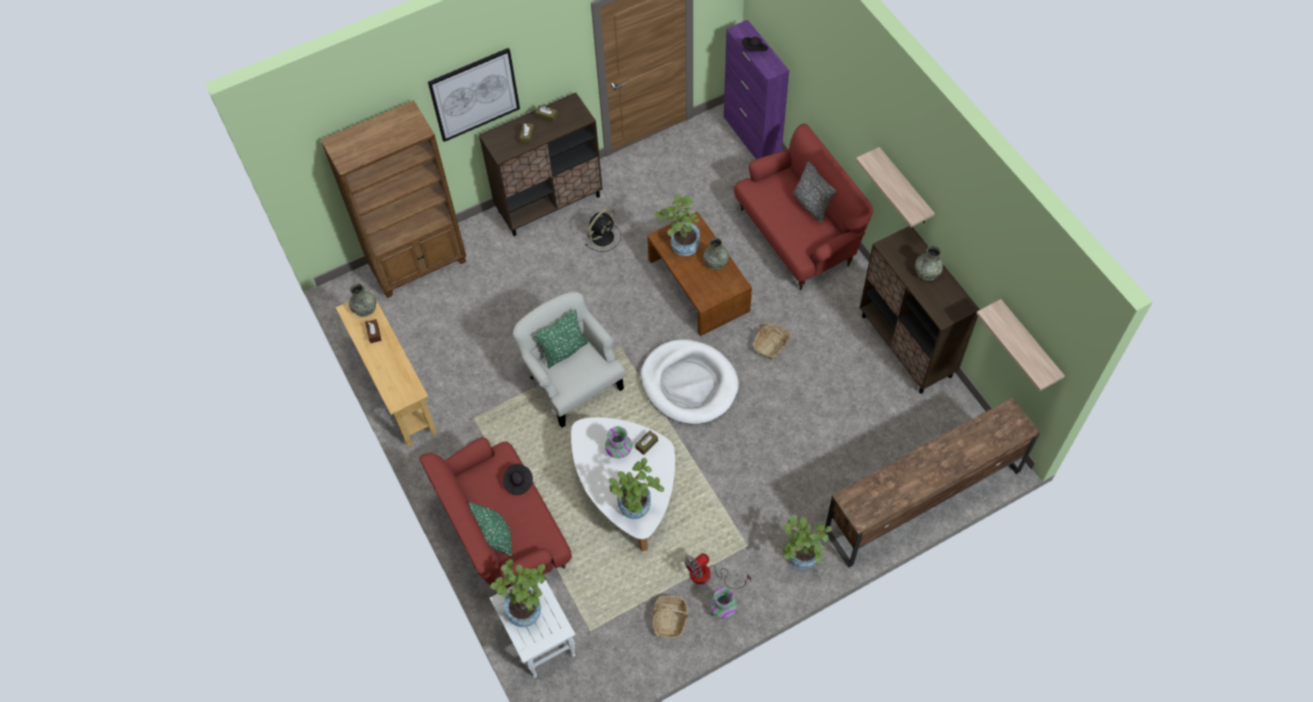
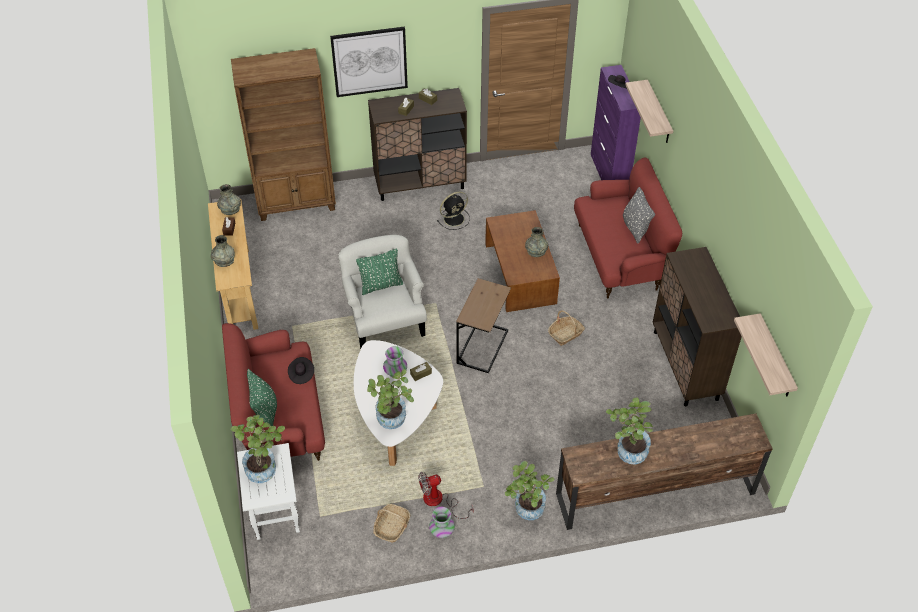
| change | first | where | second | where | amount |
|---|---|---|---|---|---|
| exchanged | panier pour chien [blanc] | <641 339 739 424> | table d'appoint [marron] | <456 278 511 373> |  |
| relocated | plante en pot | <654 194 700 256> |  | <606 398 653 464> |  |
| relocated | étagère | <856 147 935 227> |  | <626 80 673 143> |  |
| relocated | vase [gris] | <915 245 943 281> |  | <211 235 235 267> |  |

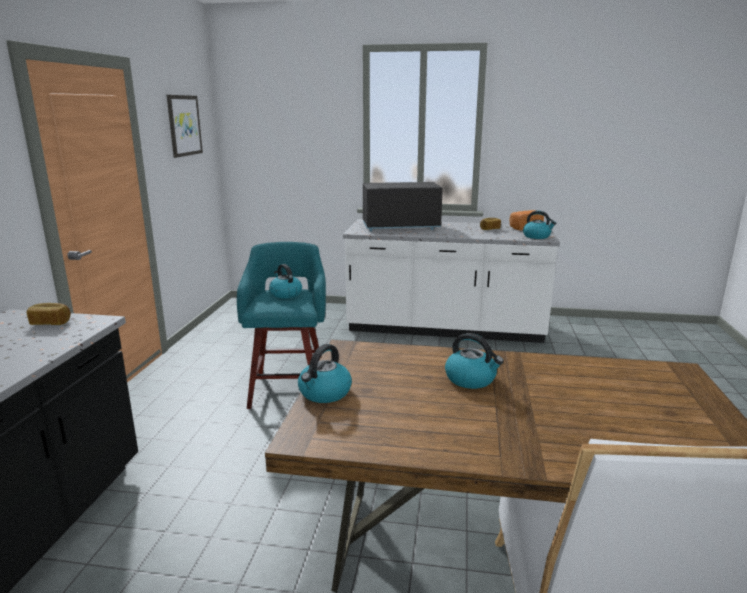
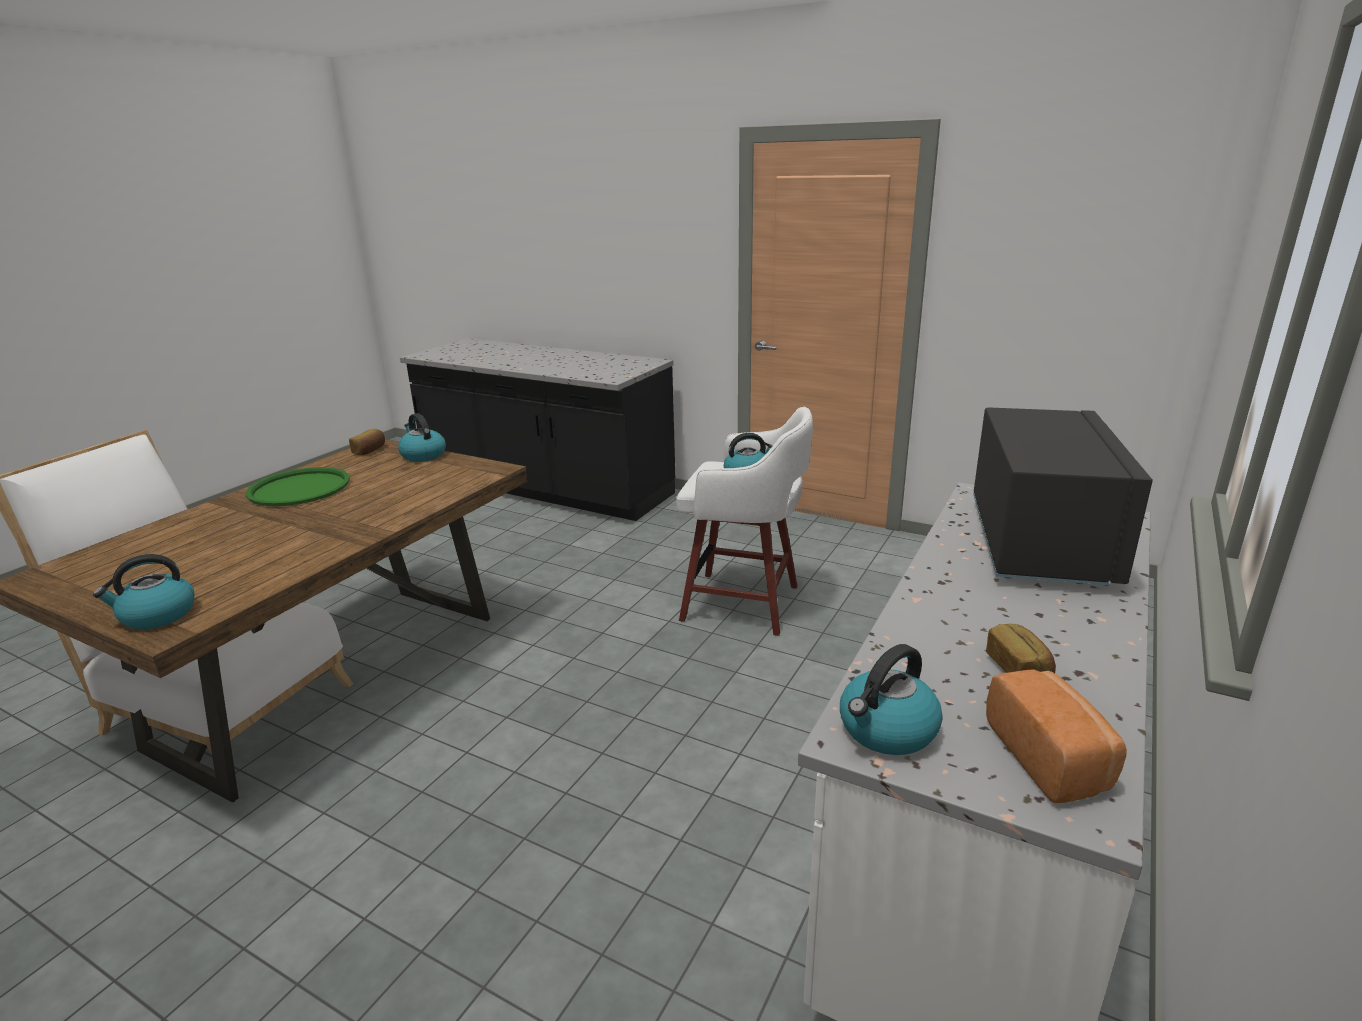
| change | first | where | second | where | amount |
|---|---|---|---|---|---|
| relocated | pain | <27 303 71 325> |  | <349 429 385 455> |  |
| missing | tableau | <167 95 203 158> |  |  |  |
| colour | tabouret [turquoise] | <237 242 326 409> | tabouret [blanc] | <676 407 813 636> |  |
| relocated | bouilloire | <445 333 504 389> |  | <93 554 195 629> |  |
| appeared |  |  | plateau [vert] | <246 467 350 506> |  |

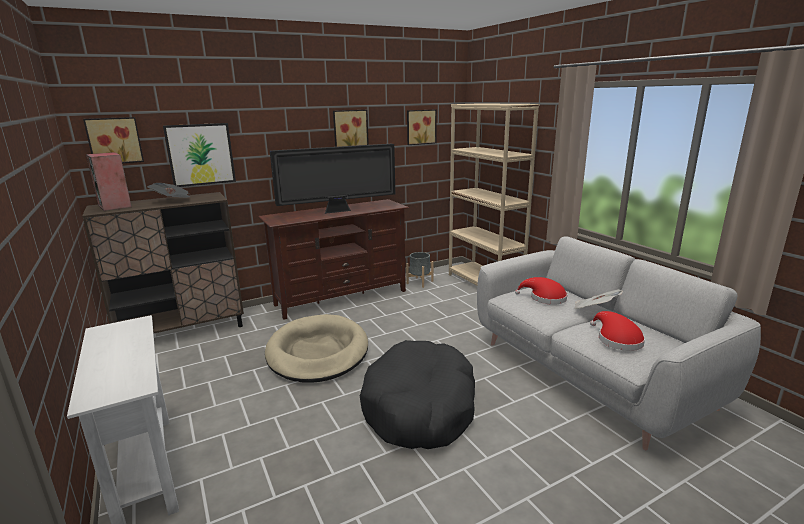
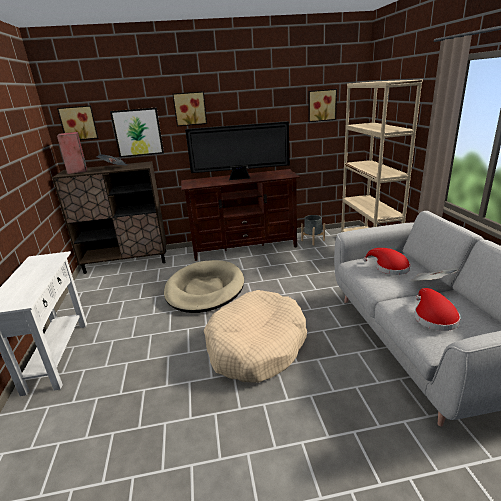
| change | first | where | second | where | amount |
|---|---|---|---|---|---|
| relocated | tableau | <333 110 369 147> |  | <173 91 207 126> |  |
| colour | panier pour chien [noir] | <360 340 475 449> | panier pour chien [beige] | <204 290 307 383> |  |

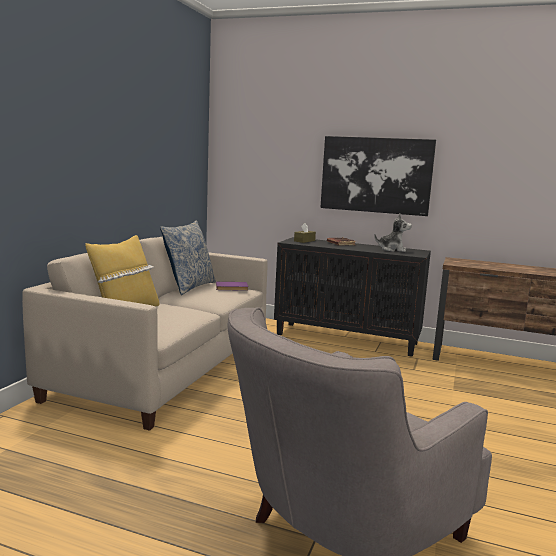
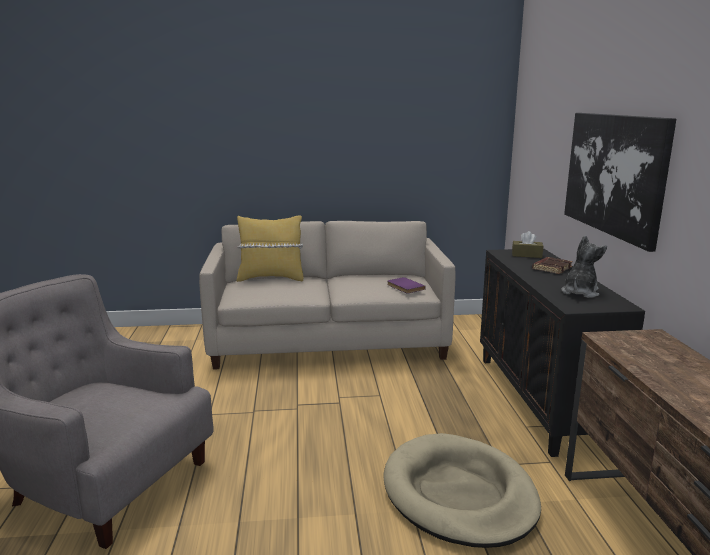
| change | first | where | second | where | amount |
|---|---|---|---|---|---|
| missing | coussin | <160 220 216 295> |  |  |  |
| spun | peluche | <374 214 412 252> |  | <561 235 607 298> | 135 degrees counterclockwise |
| appeared |  |  | panier pour chien [beige] | <384 433 541 548> |  |

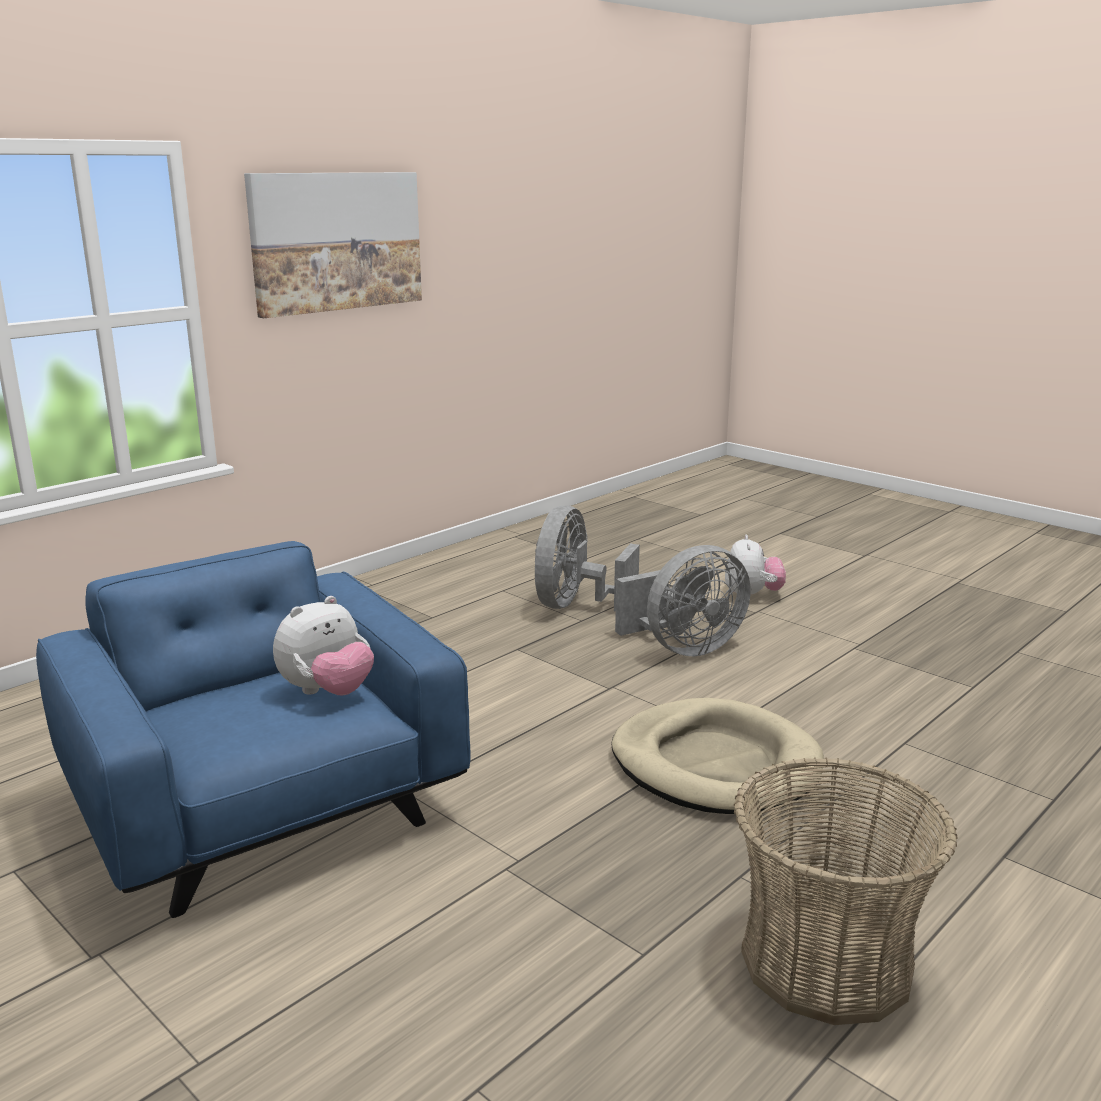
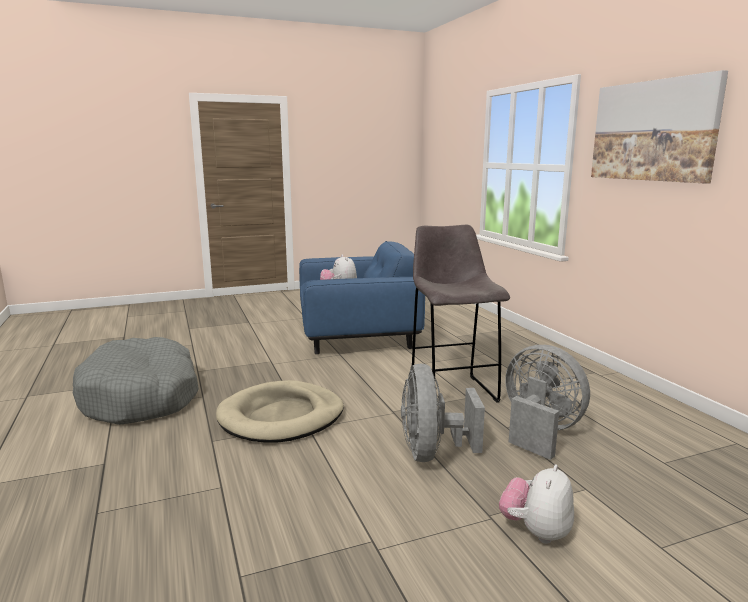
| change | first | where | second | where | amount |
|---|---|---|---|---|---|
| spun | peluche | <725 535 786 594> |  | <499 464 574 544> | 90 degrees clockwise |
| exchanged | panier | <734 757 958 1025> | panier pour chien [gris] | <73 337 199 425> |  |
| appeared |  |  | tabouret [gris] | <412 225 510 403> |  |

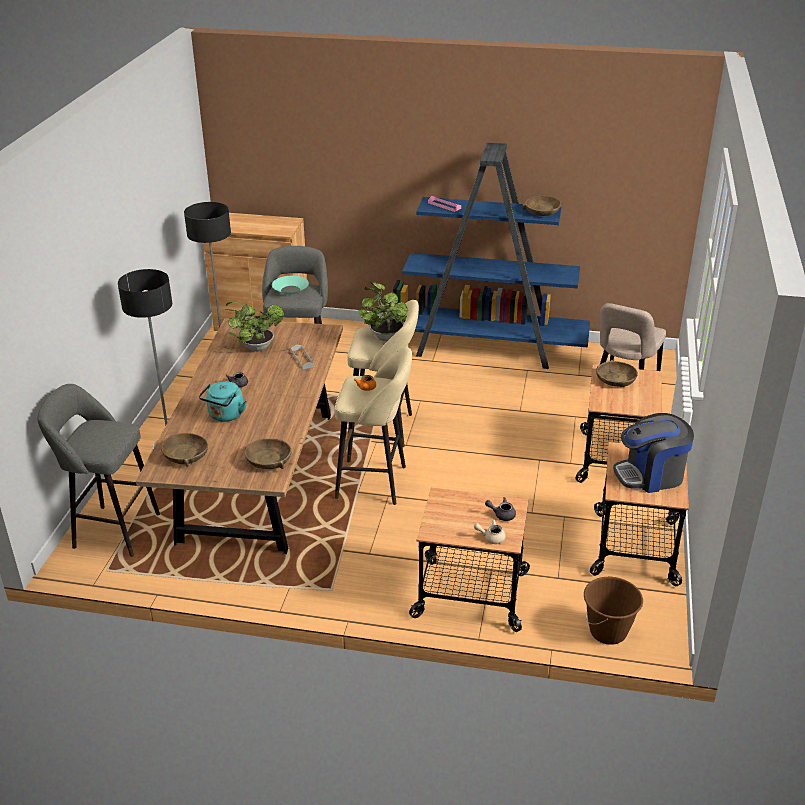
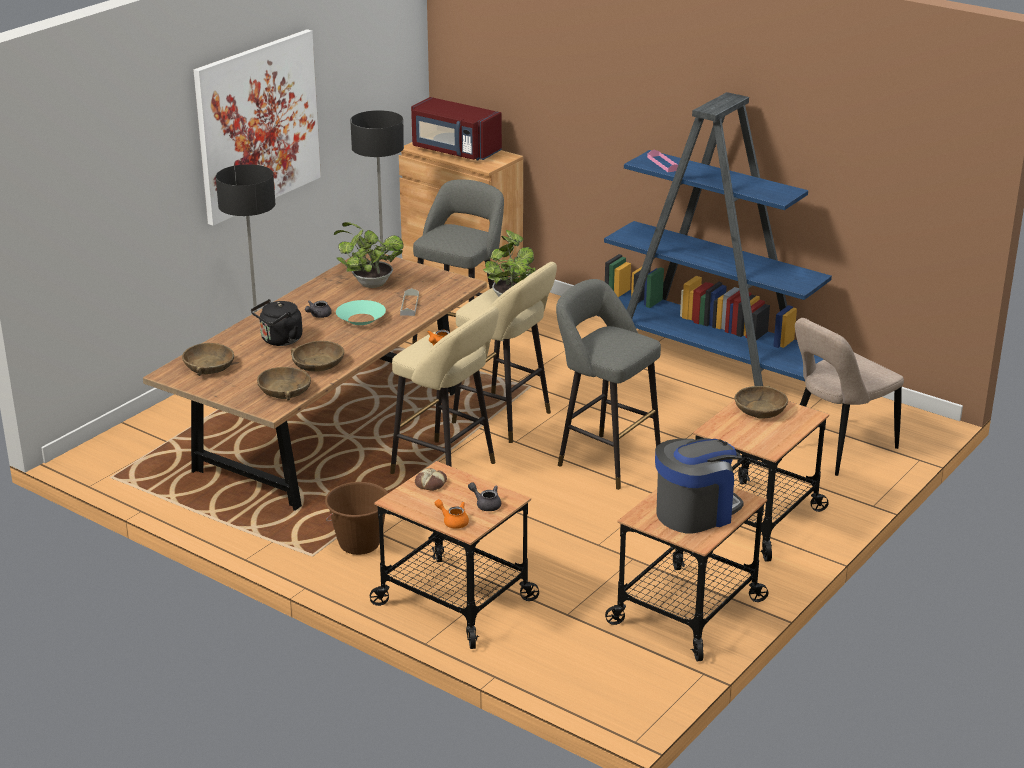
| change | first | where | second | where | amount |
|---|---|---|---|---|---|
| relocated | tabouret [gris] | <37 384 160 557> |  | <556 279 661 490> |  |
| colour | bouilloire [turquoise] | <199 381 247 422> | bouilloire [noir] | <251 299 302 346> |  |
| relocated | bol [turquoise] | <272 276 309 295> |  | <336 300 386 325> |  |
| colour | théière [beige] | <474 519 506 544> | théière [orange] | <435 499 469 529> |  |
| relocated | bol [marron] | <522 196 561 216> |  | <291 341 344 372> |  |
| relocated | seau [marron] | <584 577 643 645> |  | <325 482 388 555> |  |
| spun | machine à café | <613 413 694 493> |  | <655 438 744 534> | 135 degrees clockwise |
| appeared |  |  | tableau | <193 29 321 226> |  |
| appeared |  |  | micro-ondes [rouge] | <411 97 502 160> |  |
| appeared |  |  | pain | <415 468 447 491> |  |

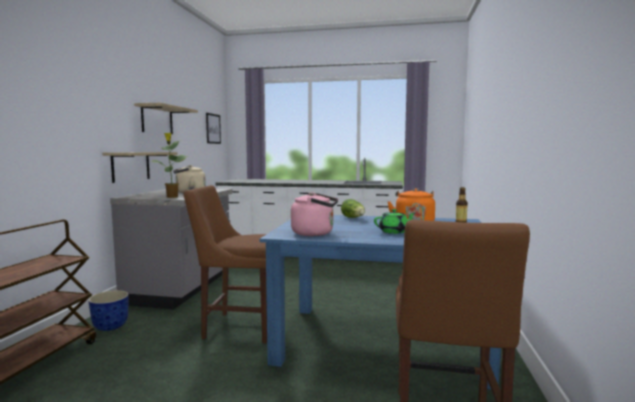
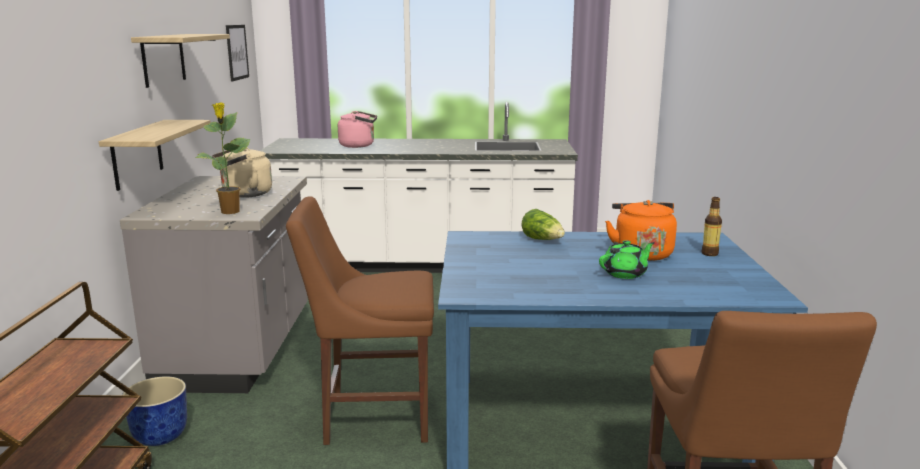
| change | first | where | second | where | amount |
|---|---|---|---|---|---|
| relocated | bouilloire [rose] | <291 192 338 236> |  | <338 111 377 148> |  |

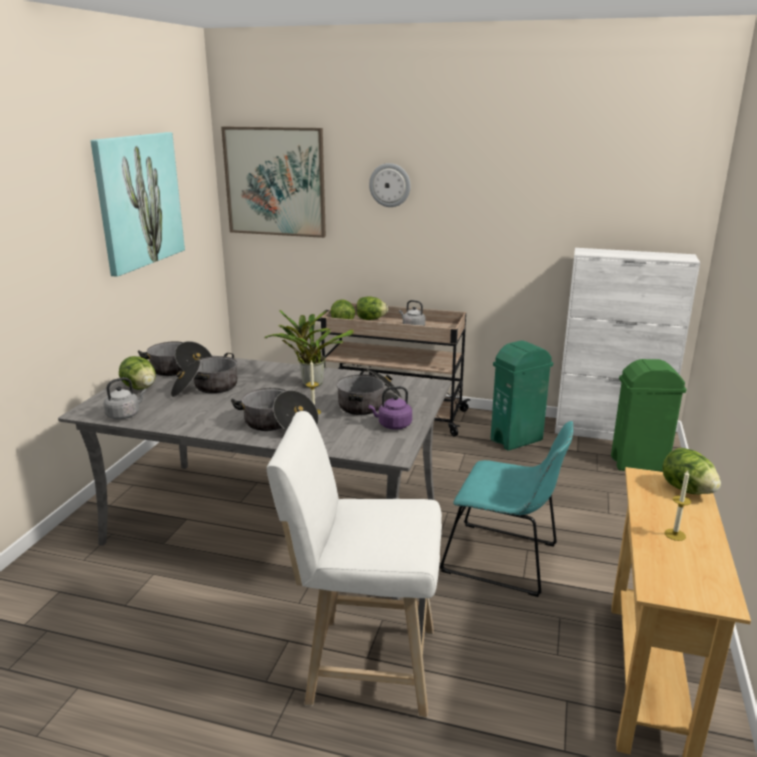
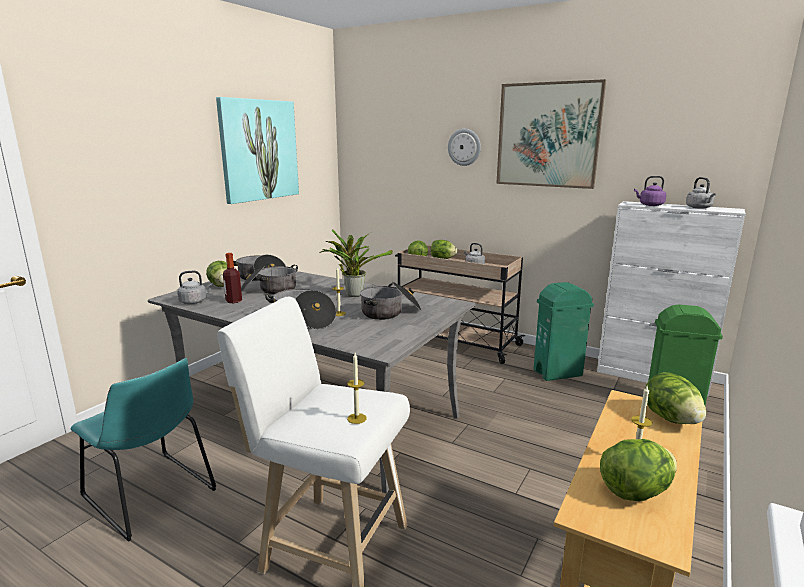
| change | first | where | second | where | amount |
|---|---|---|---|---|---|
| relocated | tableau | <221 126 326 238> |  | <496 79 606 189> |  |
| relocated | bouilloire [violet] | <368 386 412 430> |  | <634 176 666 206> |  |
| relocated | chaise [turquoise] | <440 421 573 597> |  | <71 358 216 542> |  |
| appeared |  |  | bouteille | <223 253 242 303> |  |
| appeared |  |  | bougie | <347 353 367 424> |  |
| appeared |  |  | laitue | <600 439 677 501> |  |
| appeared |  |  | bouilloire [gris] | <686 177 716 209> |  |

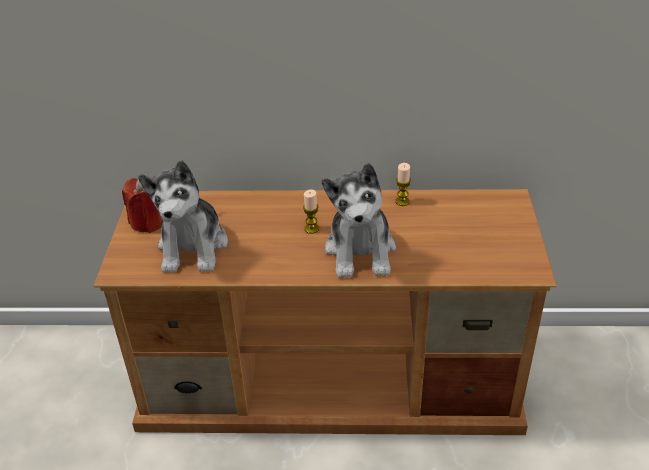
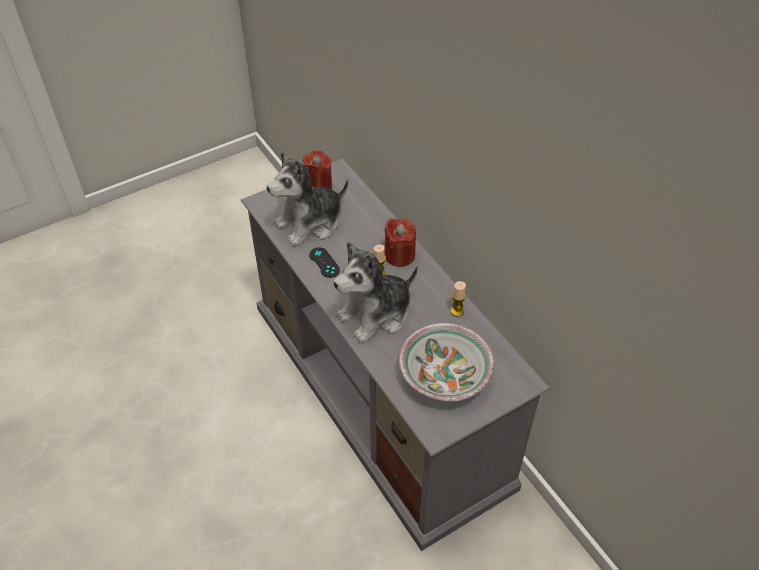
| change | first | where | second | where | amount |
|---|---|---|---|---|---|
| colour | meuble télé [marron] | <93 189 557 435> | meuble télé [gris] | <241 159 550 551> |  |
| appeared |  |  | manette [noir] | <309 247 340 278> |  |
| appeared |  |  | bougie [rouge] | <385 218 416 267> |  |
| appeared |  |  | bol | <399 323 494 401> |  |

